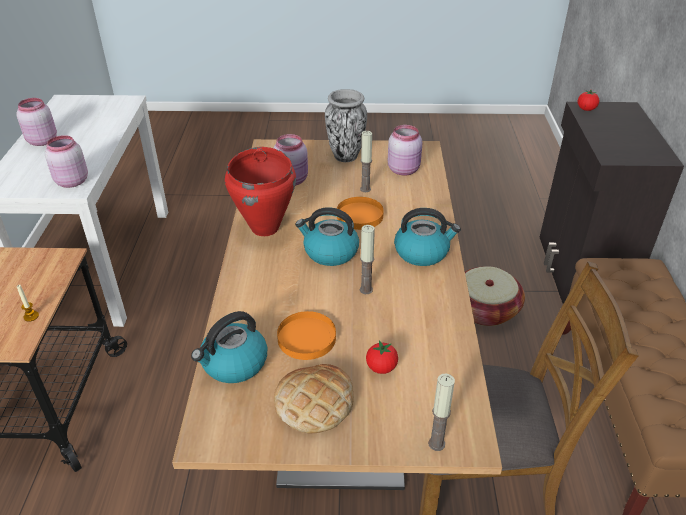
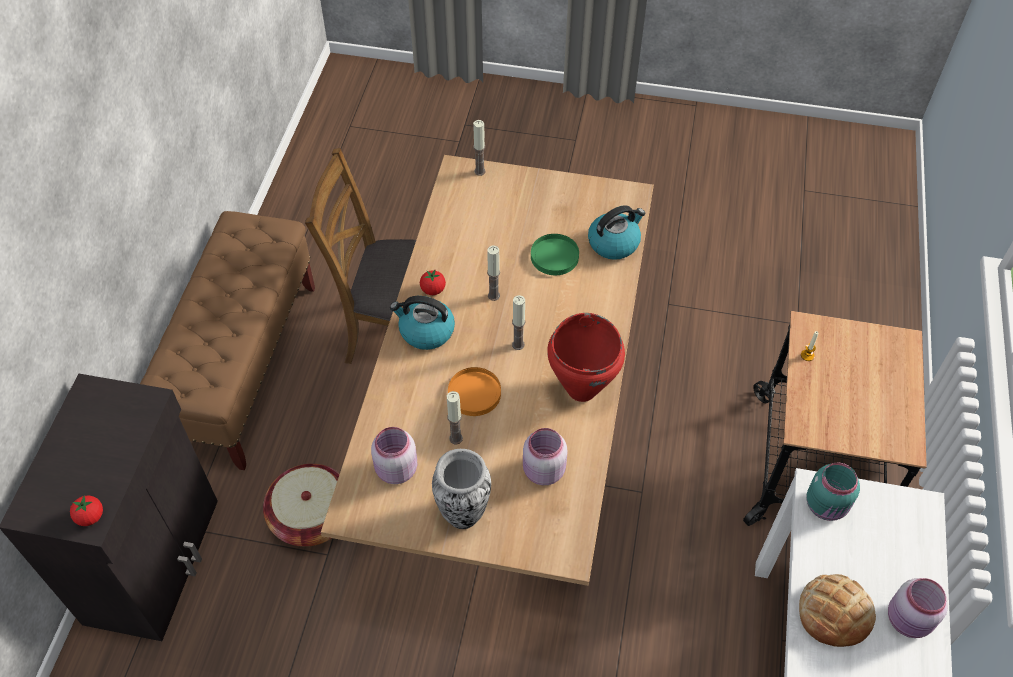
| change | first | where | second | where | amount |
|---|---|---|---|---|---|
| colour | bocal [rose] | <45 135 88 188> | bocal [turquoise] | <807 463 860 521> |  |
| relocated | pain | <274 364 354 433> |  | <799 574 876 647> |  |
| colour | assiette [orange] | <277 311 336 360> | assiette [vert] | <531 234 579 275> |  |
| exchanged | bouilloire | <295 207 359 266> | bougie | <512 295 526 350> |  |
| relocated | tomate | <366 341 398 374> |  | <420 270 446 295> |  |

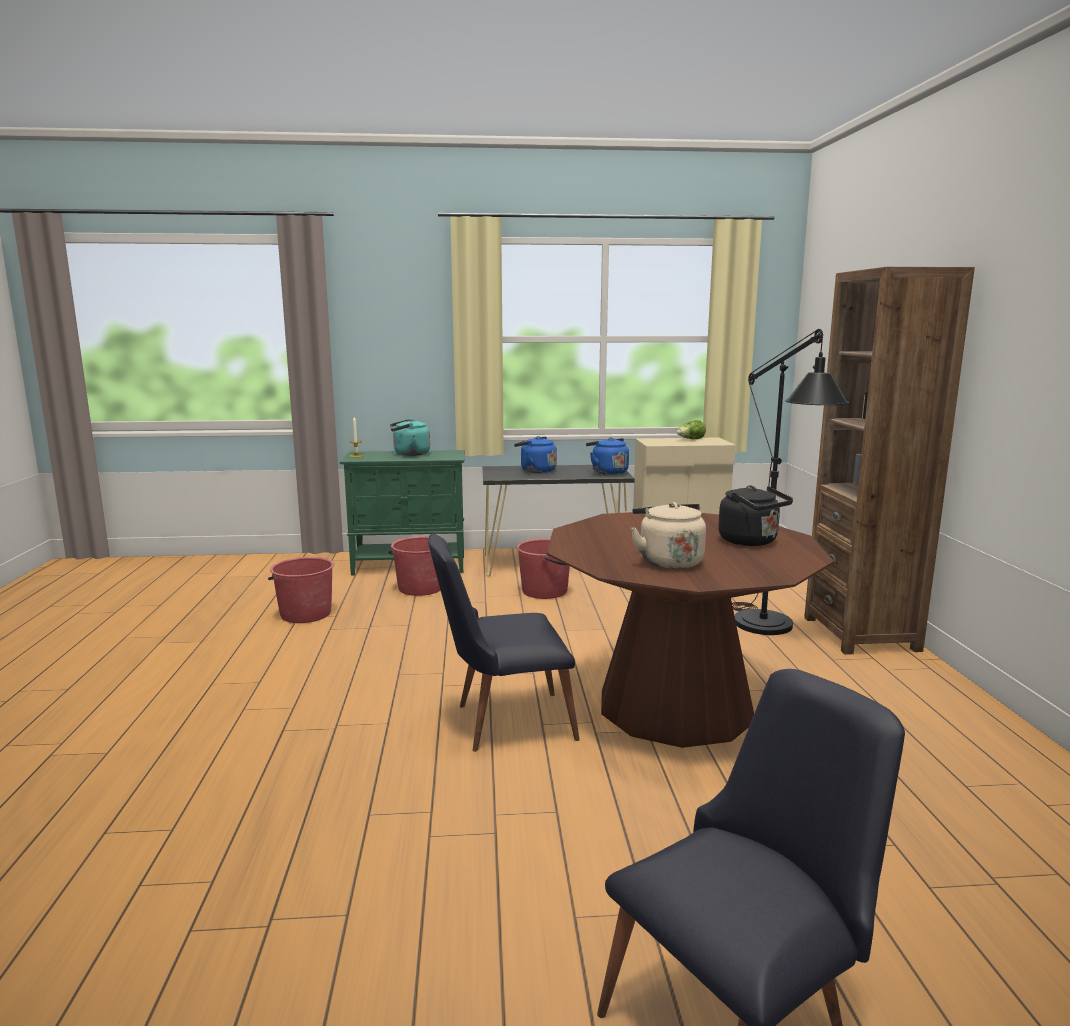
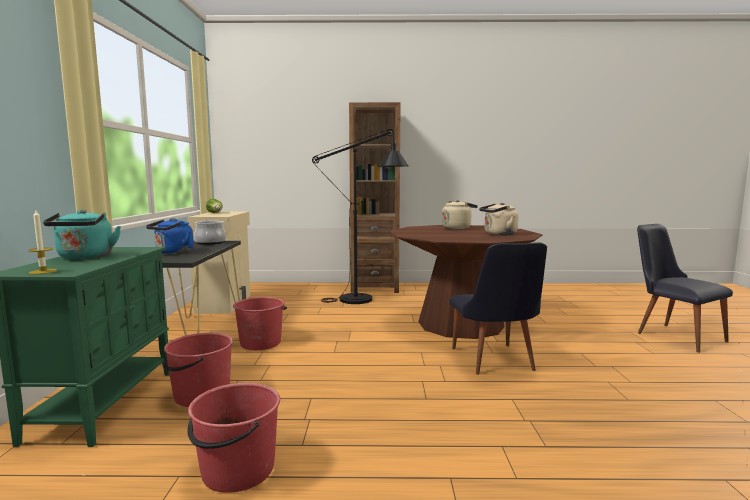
| change | first | where | second | where | amount |
|---|---|---|---|---|---|
| exchanged | bouilloire [bleu] | <586 437 629 475> | marmite | <194 220 226 245> |  |
| colour | bouilloire [noir] | <718 485 793 546> | bouilloire [beige] | <442 200 478 229> |  |

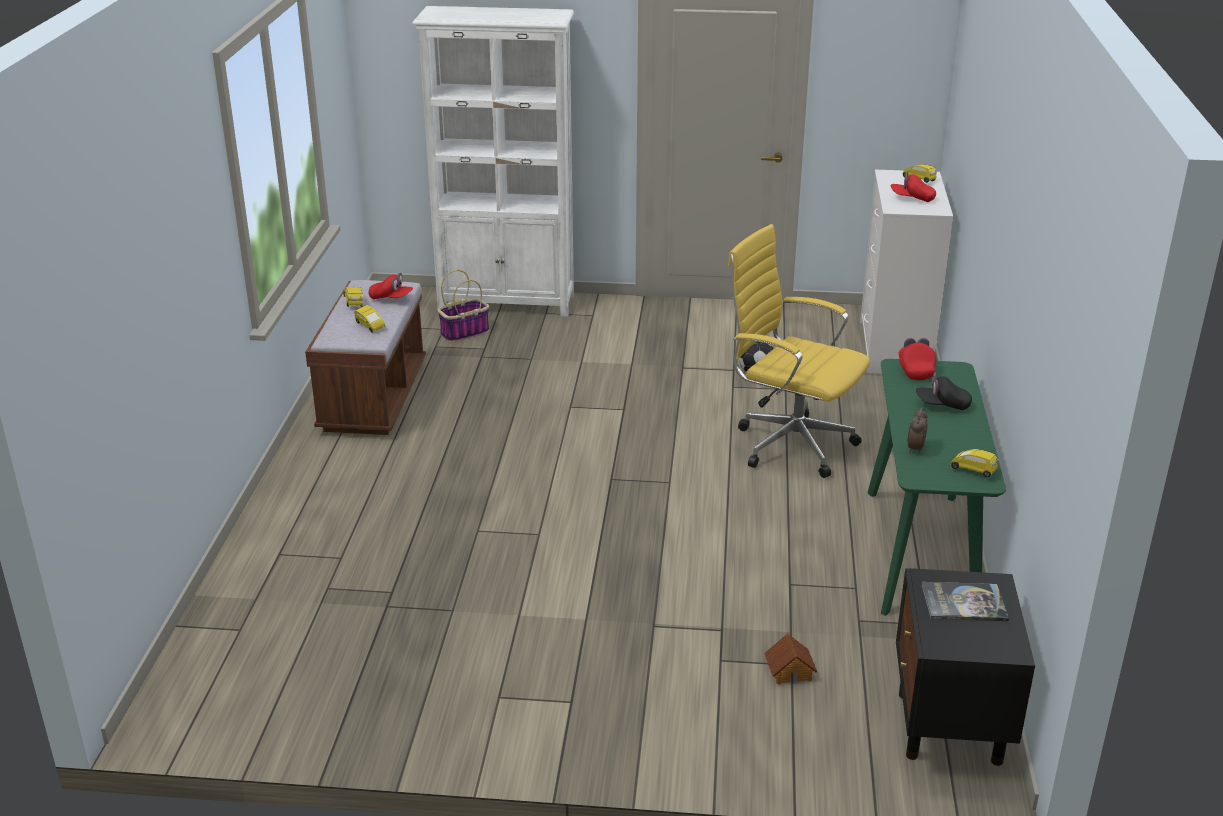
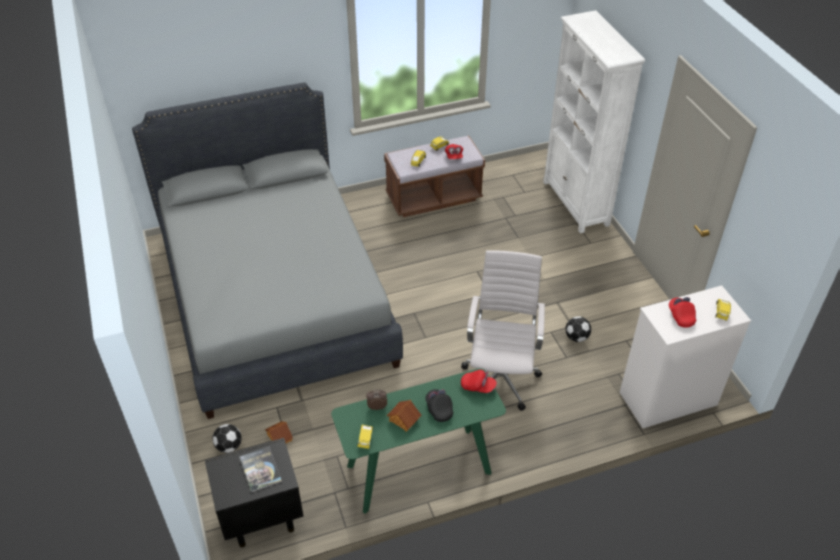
| change | first | where | second | where | amount |
|---|---|---|---|---|---|
| missing | panier | <438 270 489 342> |  |  |  |
| colour | chaise de bureau [jaune] | <728 224 870 478> | chaise de bureau [blanc] | <461 250 545 411> |  |
| spun | casquette [rouge] | <899 338 936 380> |  | <461 370 497 393> | 45 degrees clockwise |
| appeared |  |  | lit [gris] | <132 82 403 419> |  |
| appeared |  |  | ballon de foot | <212 424 242 453> |  |
| appeared |  |  | maison miniature | <387 400 422 432> |  |

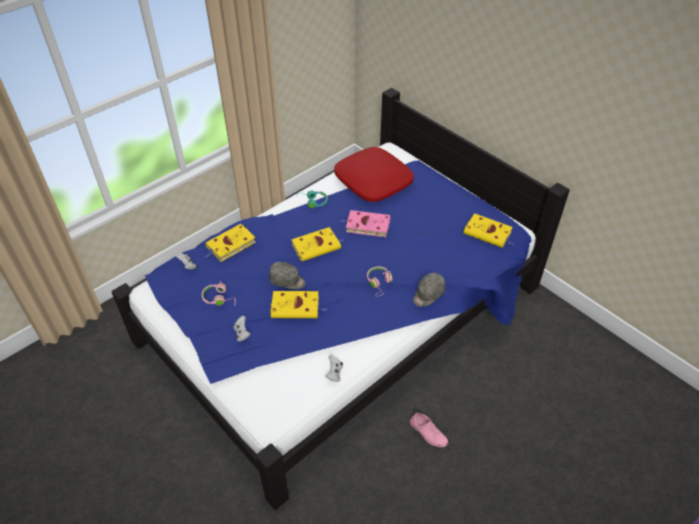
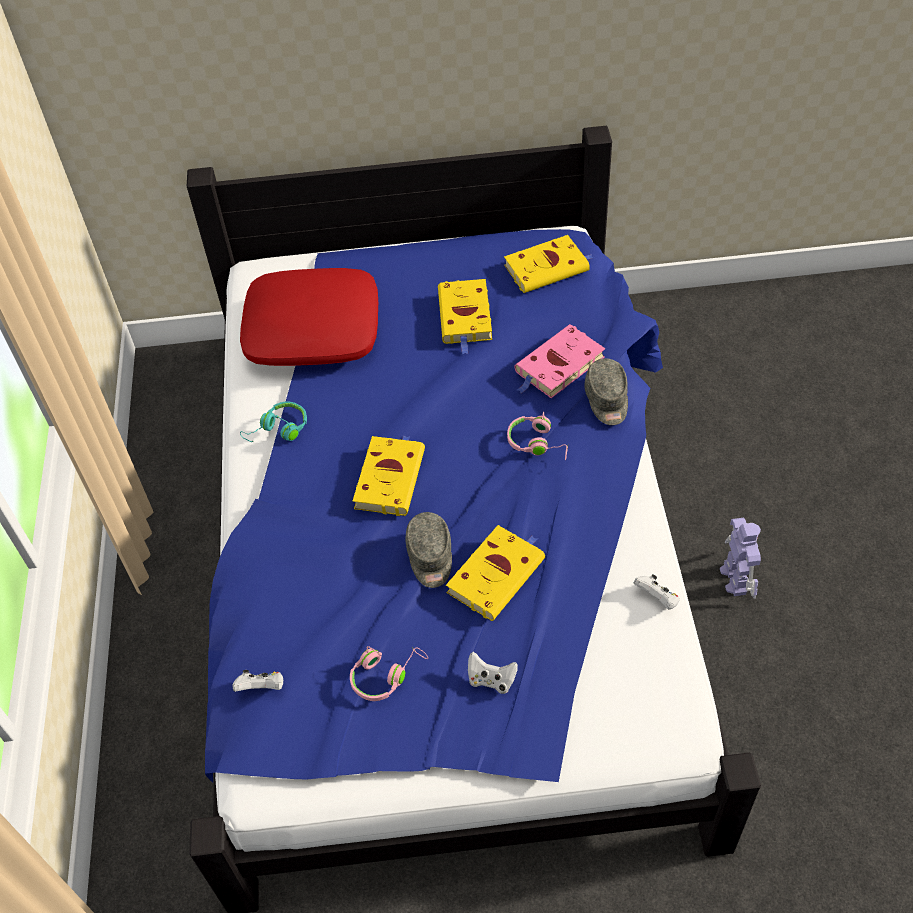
| change | first | where | second | where | amount |
|---|---|---|---|---|---|
| relocated | livre [jaune] | <204 224 256 262> |  | <438 279 492 354> |  |
| spun | casquette [gris] | <269 262 306 289> |  | <405 512 452 588> | 120 degrees clockwise |
| relocated | livre [rose] | <341 210 391 237> |  | <514 324 605 398> |  |
| exchanged | chaussure [rose] | <410 413 449 447> | robot jouet | <720 518 761 599> |  |

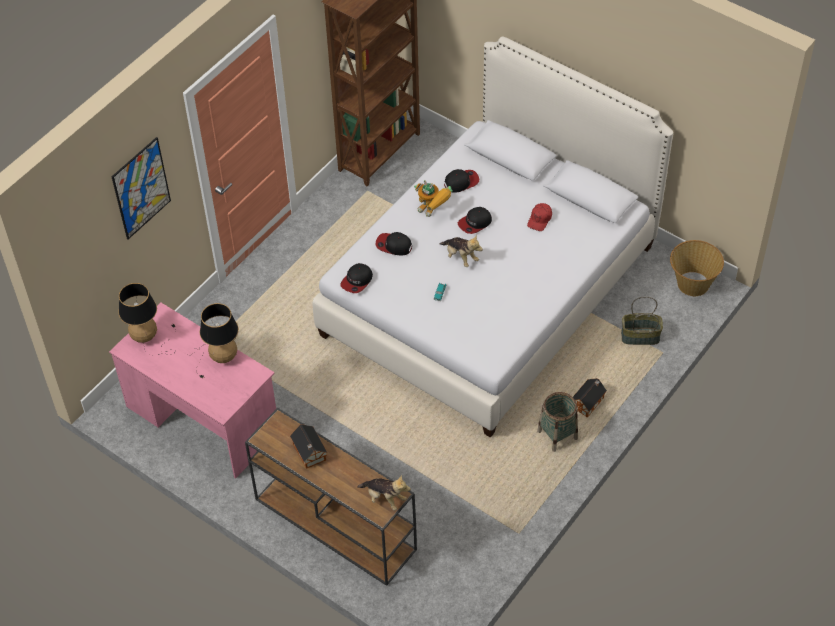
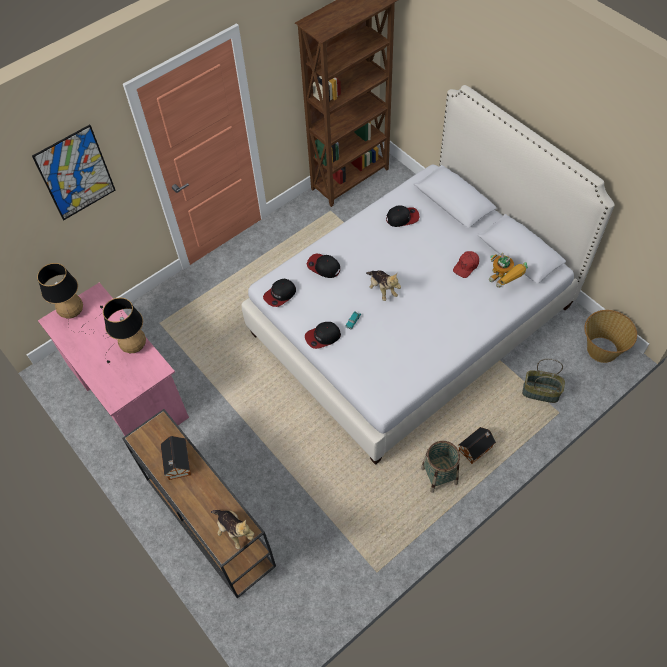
| change | first | where | second | where | amount |
|---|---|---|---|---|---|
| relocated | robot jouet | <414 180 453 217> |  | <489 253 528 288> |  |
| relocated | casquette | <458 207 492 234> |  | <305 322 341 349> |  |

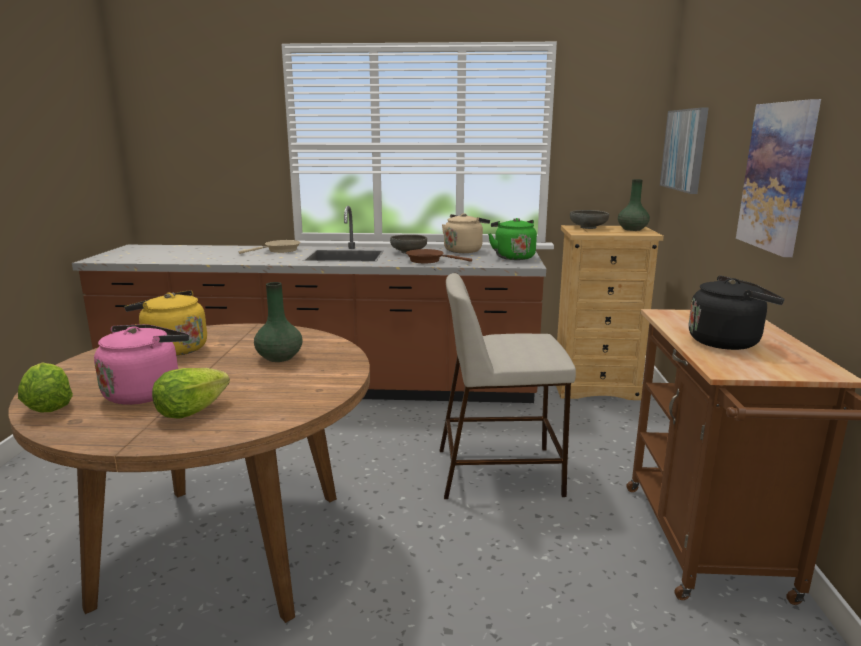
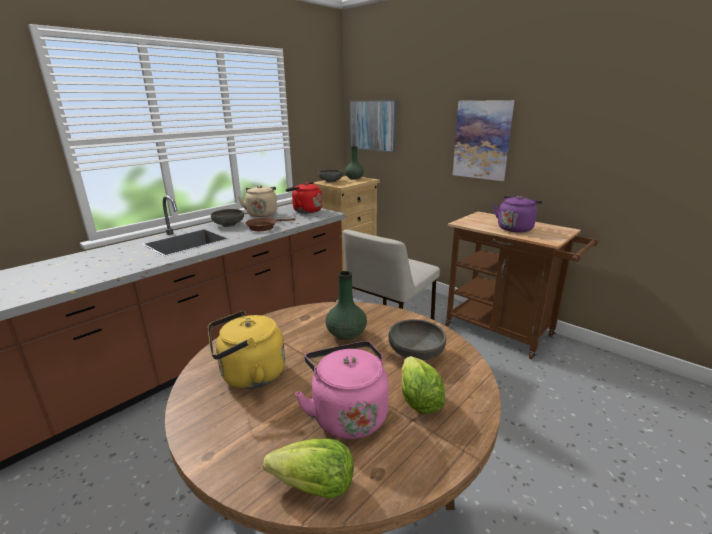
| change | first | where | second | where | amount |
|---|---|---|---|---|---|
| missing | poêle [beige] | <239 240 301 254> |  |  |  |
| colour | bouilloire [vert] | <488 218 537 260> | bouilloire [rouge] | <286 182 322 213> |  |
| colour | bouilloire [noir] | <689 276 784 350> | bouilloire [violet] | <493 196 542 232> |  |
| appeared |  |  | bol [gris] | <388 319 446 360> |  |

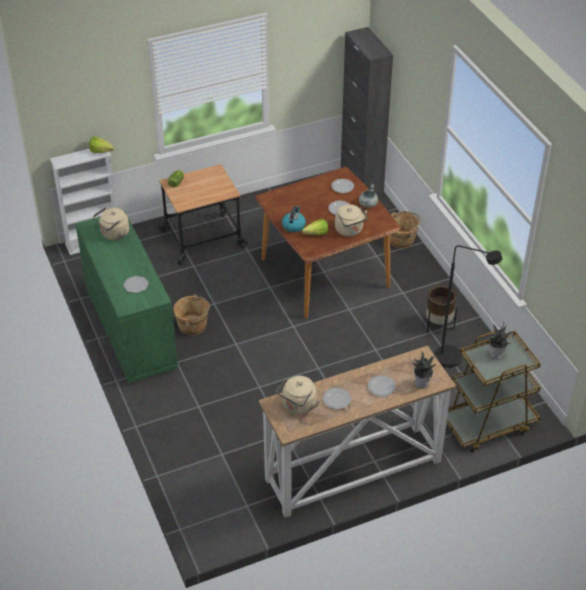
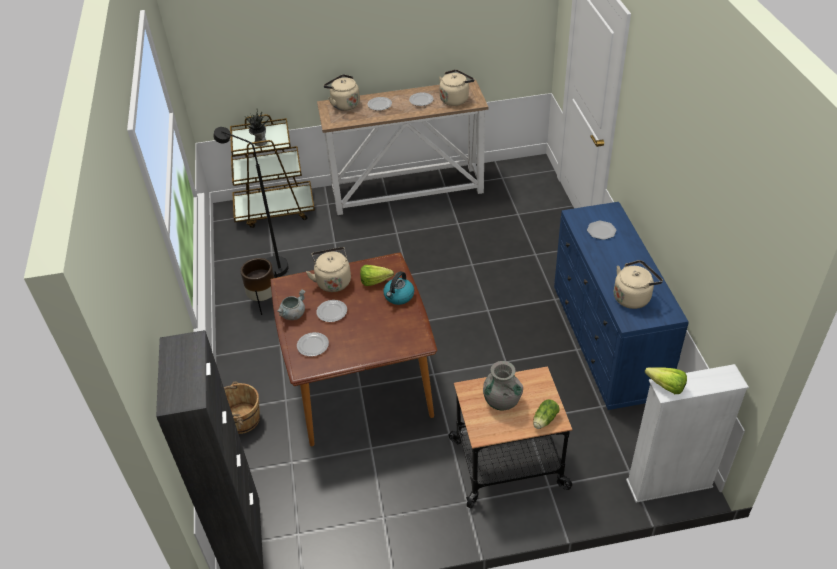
| change | first | where | second | where | amount |
|---|---|---|---|---|---|
| colour | commode [vert] | <75 210 178 383> | commode [bleu] | <554 202 689 410> |  |
| missing | seau [marron] | <173 295 210 335> |  |  |  |
| exchanged | plante en pot | <409 350 436 389> | bouilloire [beige] | <323 74 360 111> |  |
| appeared |  |  | vase [gris] | <483 361 523 411> |  |

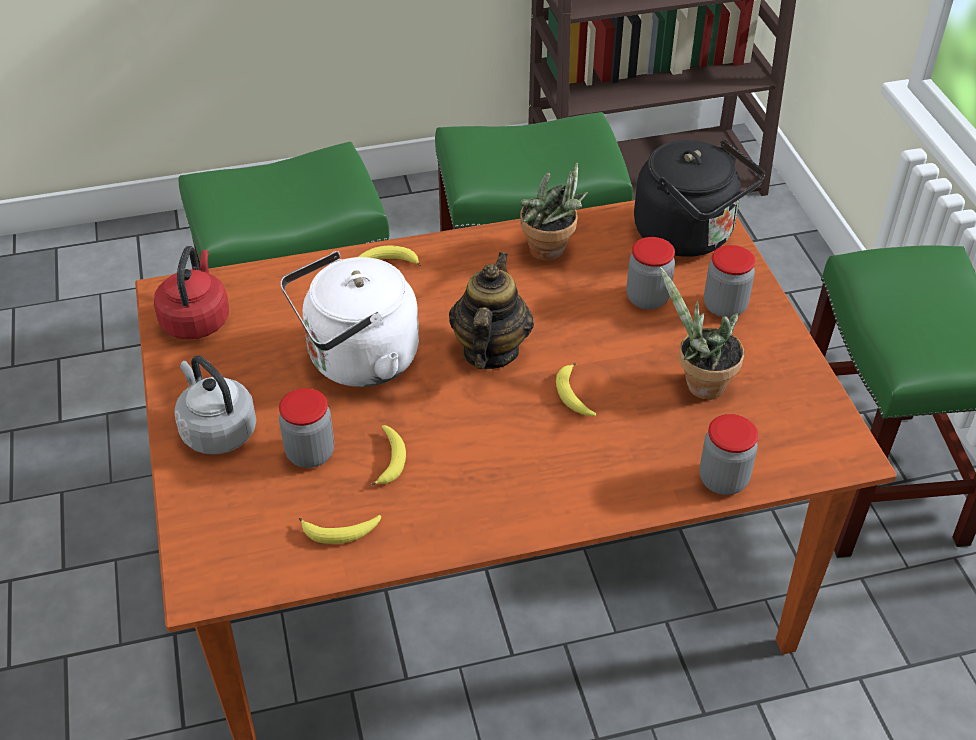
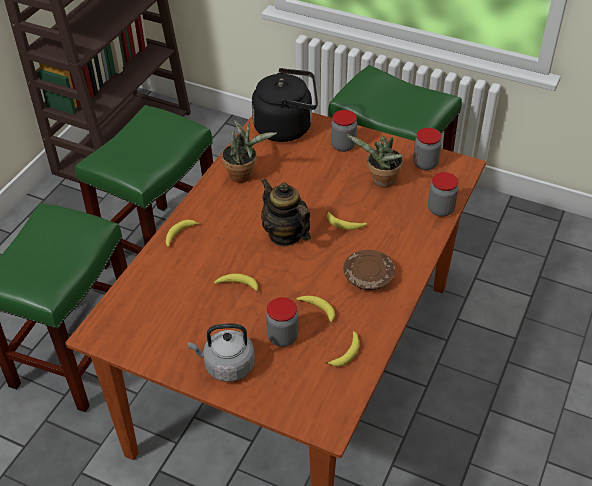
| change | first | where | second | where | amount |
|---|---|---|---|---|---|
| missing | bouilloire [rouge] | <154 246 229 340> |  |  |  |
| exchanged | bouilloire [blanc] | <280 251 419 387> | banane | <214 274 258 293> |  |
| relocated | bocal | <626 237 675 310> |  | <413 128 442 170> |  |
| appeared |  |  | assiette [marron] | <343 250 395 290> |  |

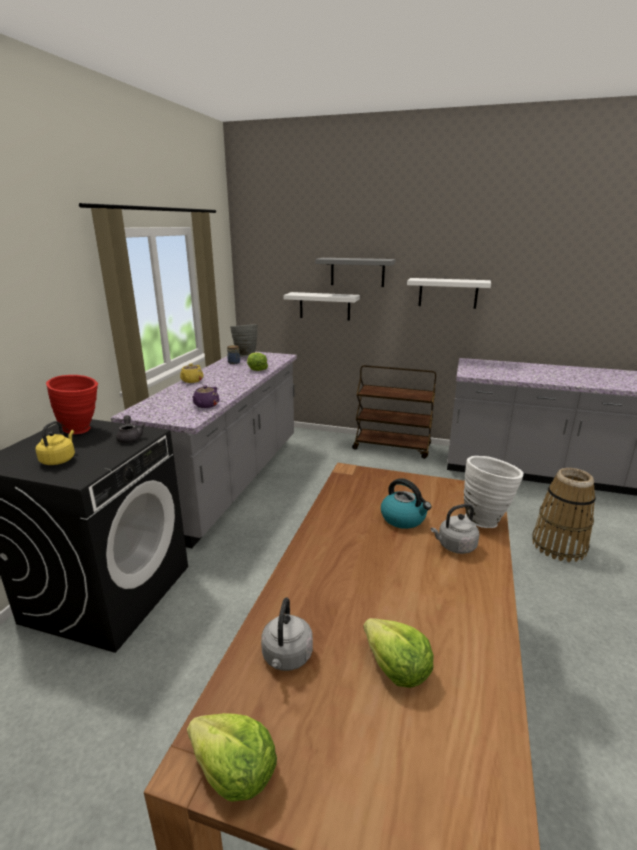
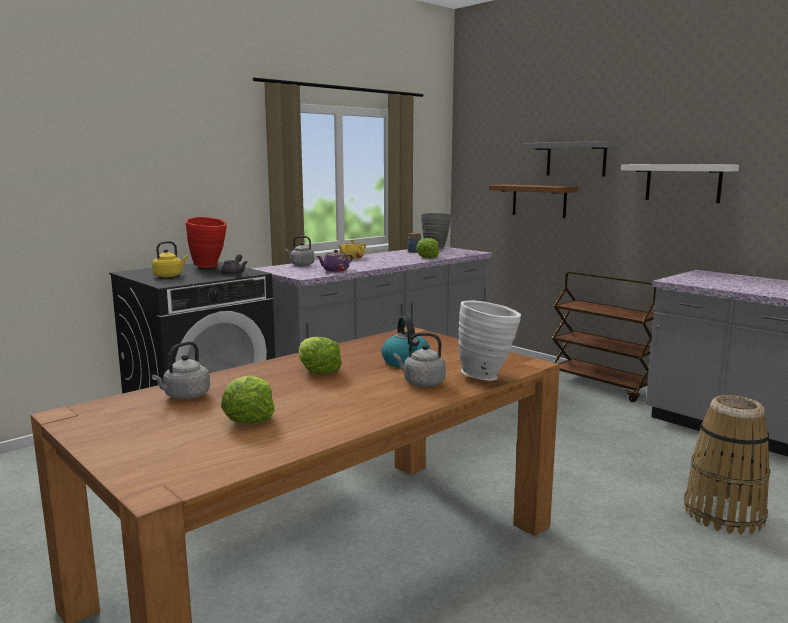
| change | first | where | second | where | amount |
|---|---|---|---|---|---|
| relocated | laitue | <187 713 277 802> |  | <299 337 342 374> |  |
| colour | étagère [blanc] | <283 292 360 321> | étagère [marron] | <489 185 578 218> |  |
| appeared |  |  | bouilloire [gris] | <285 236 314 266> |  |

